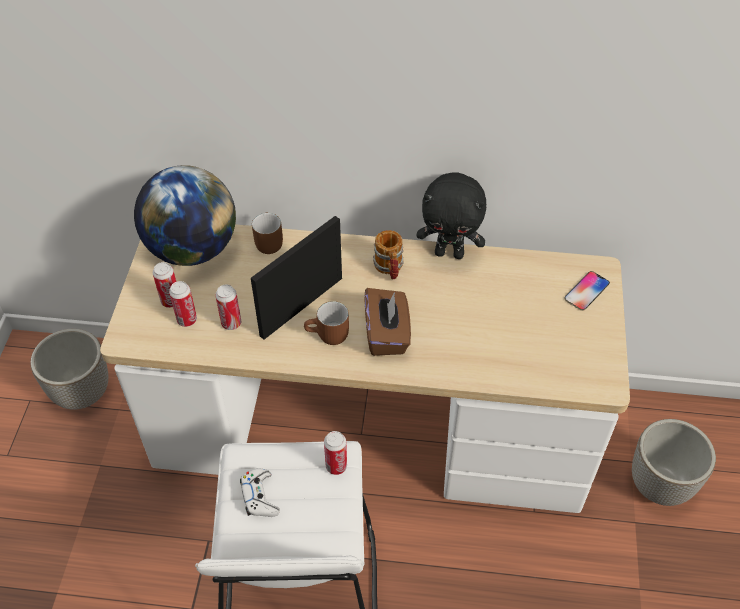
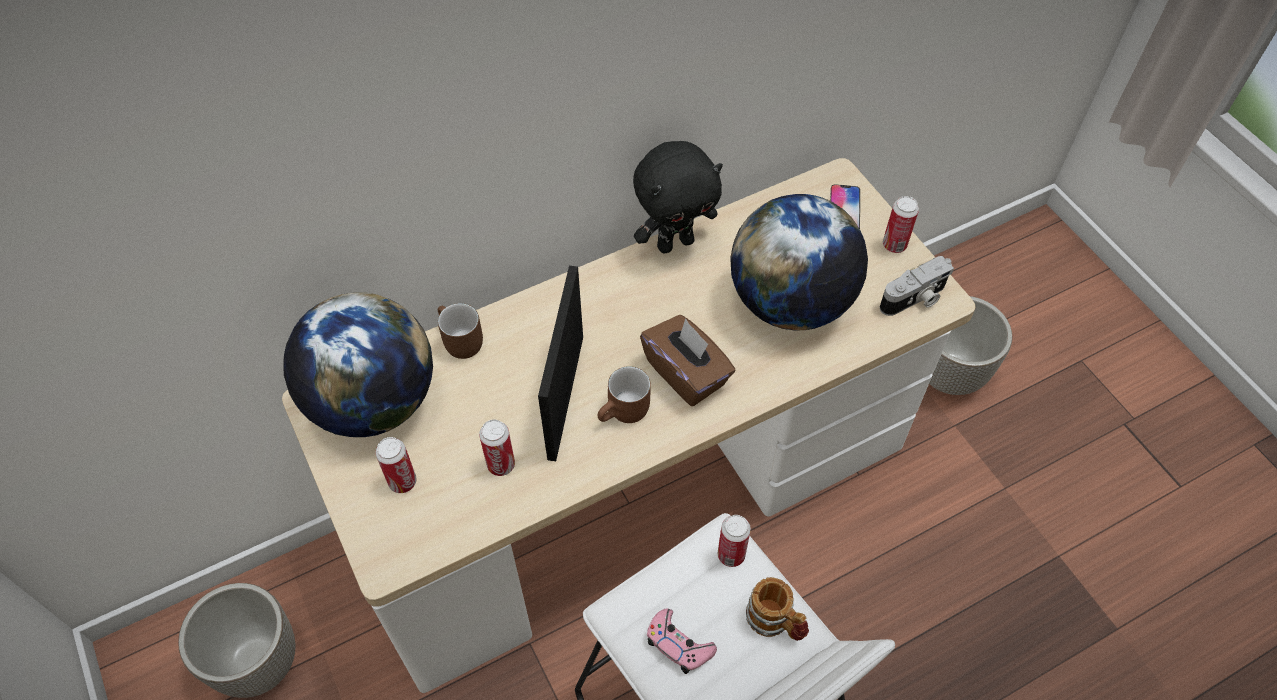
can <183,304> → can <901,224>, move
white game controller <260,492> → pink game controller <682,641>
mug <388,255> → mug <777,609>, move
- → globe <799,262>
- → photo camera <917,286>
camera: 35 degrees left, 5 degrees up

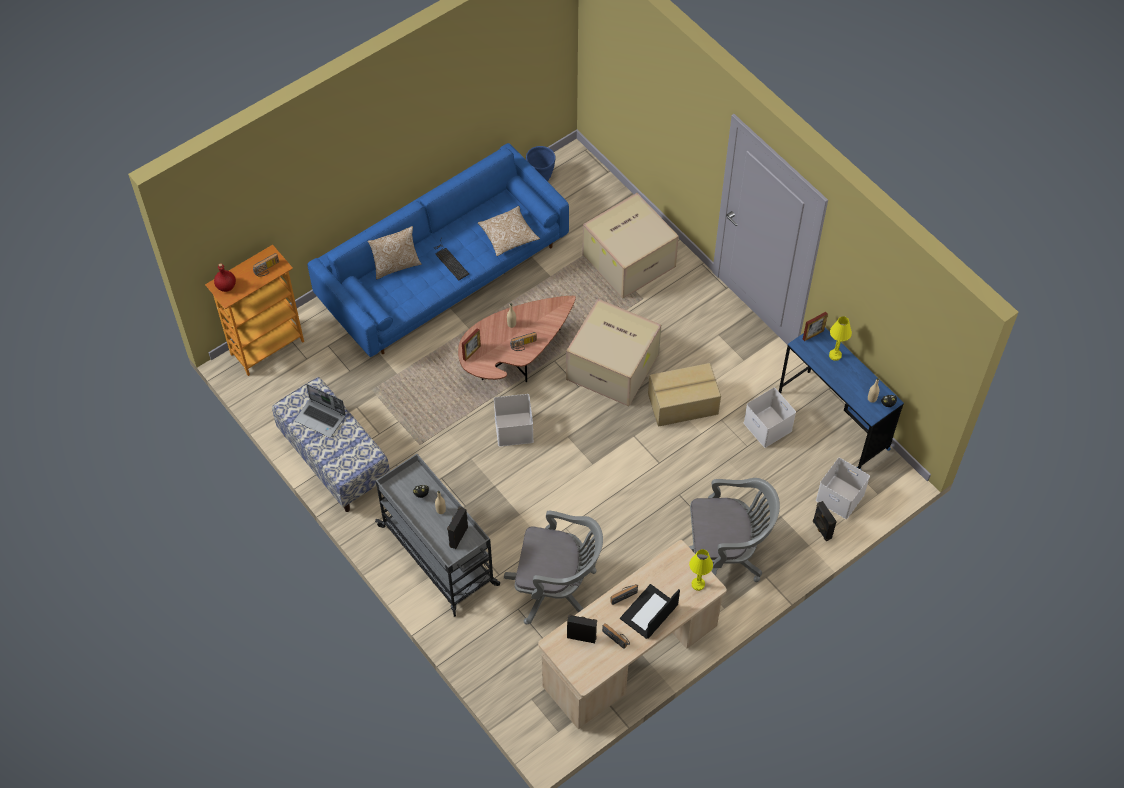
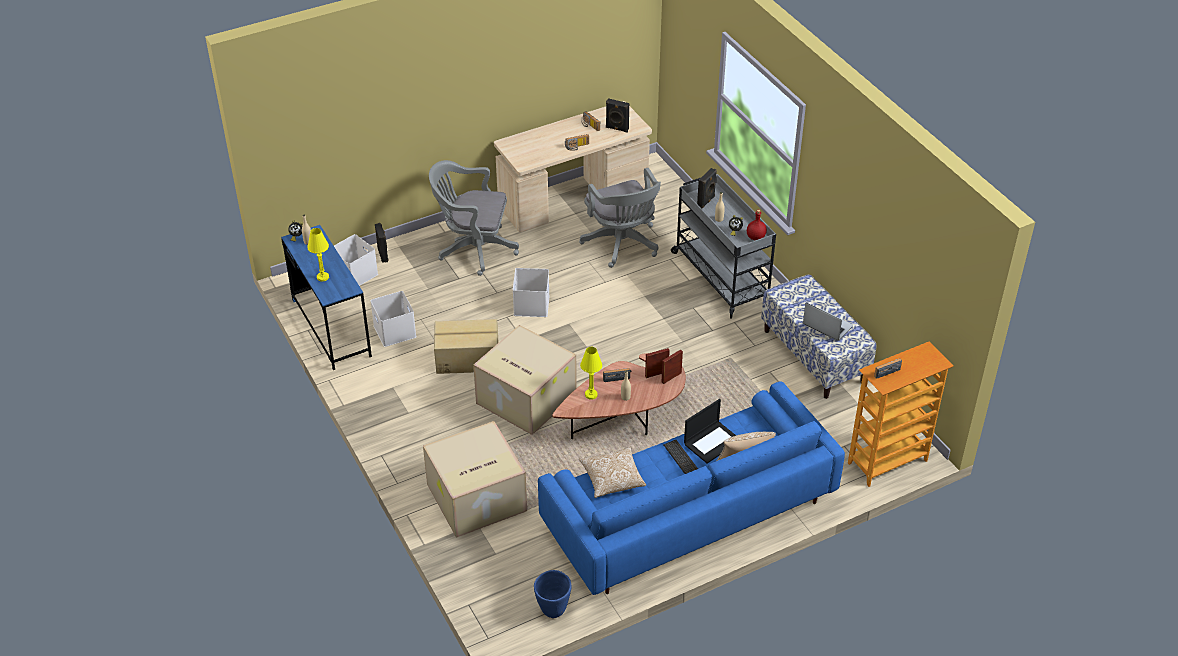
red bottle <225,277> → red bottle <757,225>, move
white storage box <514,420> → white storage box <531,292>, move
grey office chair <553,567> → grey office chair <620,218>, 135 degrees counterclockwise
laptop <650,611> → laptop <710,431>, move
yellow table lamp <701,570> → yellow table lamp <591,373>, move
picture frame <815,326> → picture frame <657,363>, move
camera: 170 degrees left, 15 degrees down

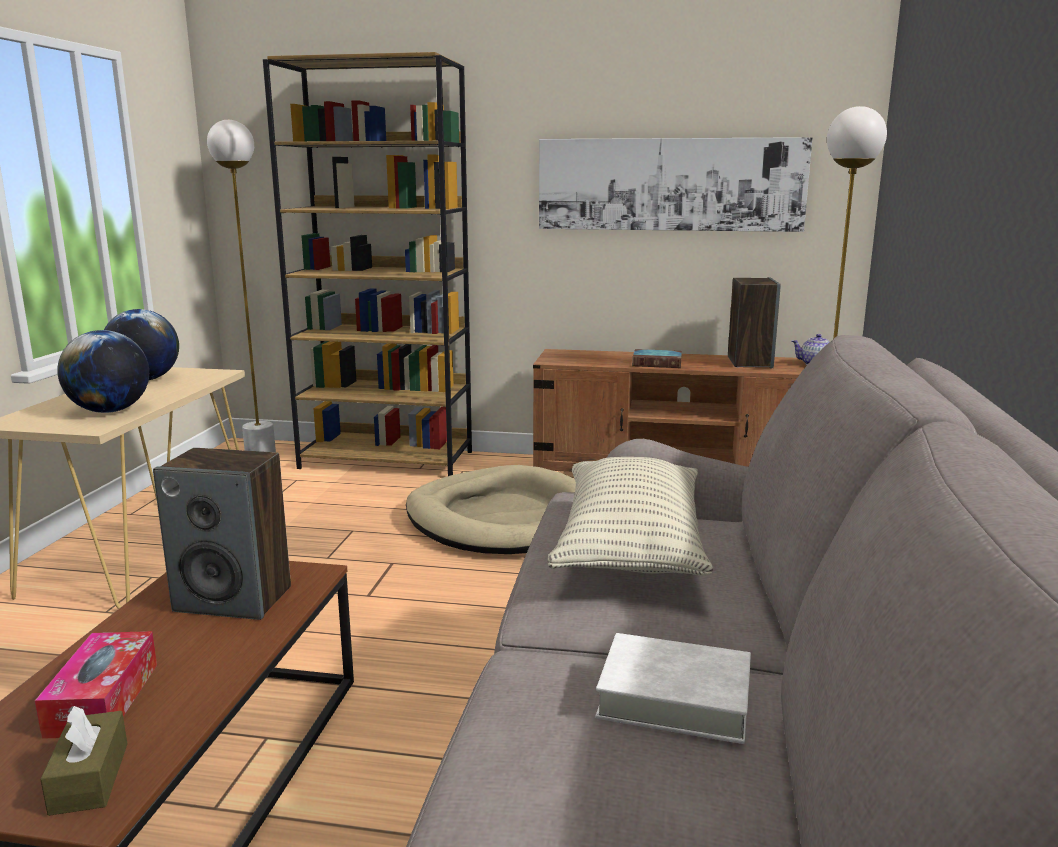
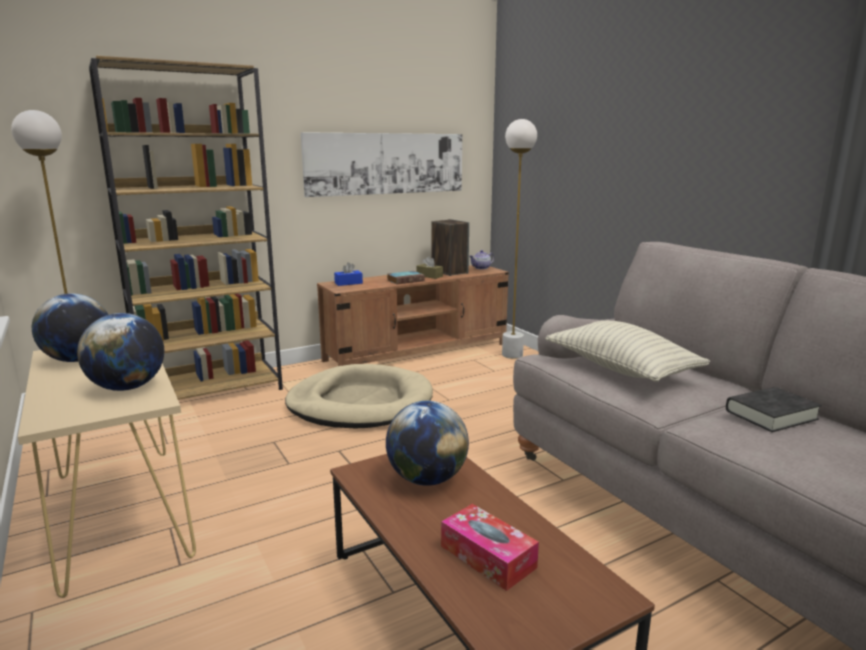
brown tissue box <83,761> → brown tissue box <430,267>, move
speaker <222,534> → globe <427,443>
white book <673,688> → black book <774,409>
- → blue tissue box <348,274>
camera: 40 degrees left, 0 degrees up

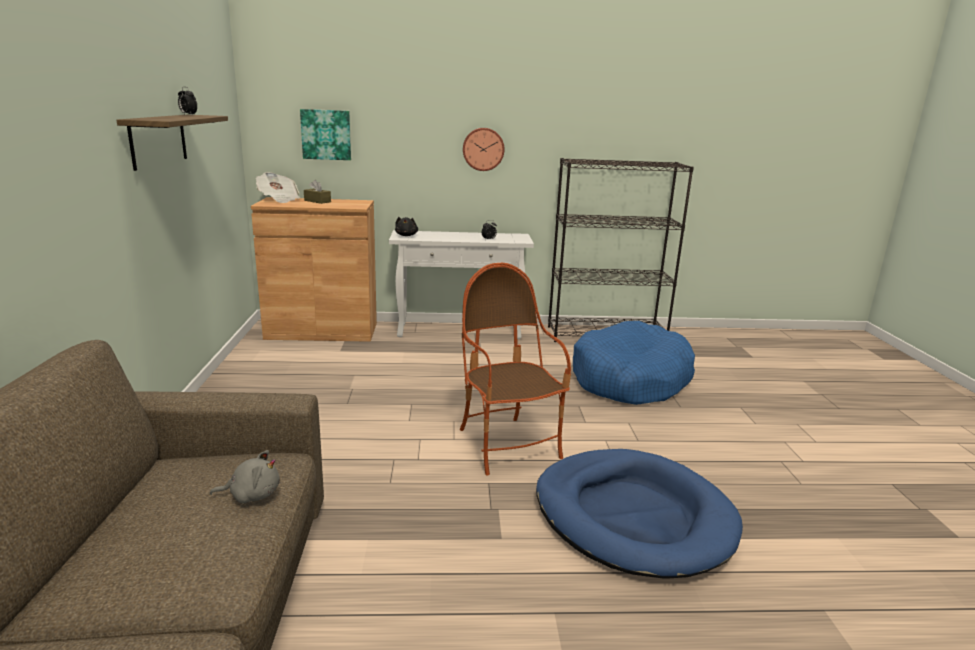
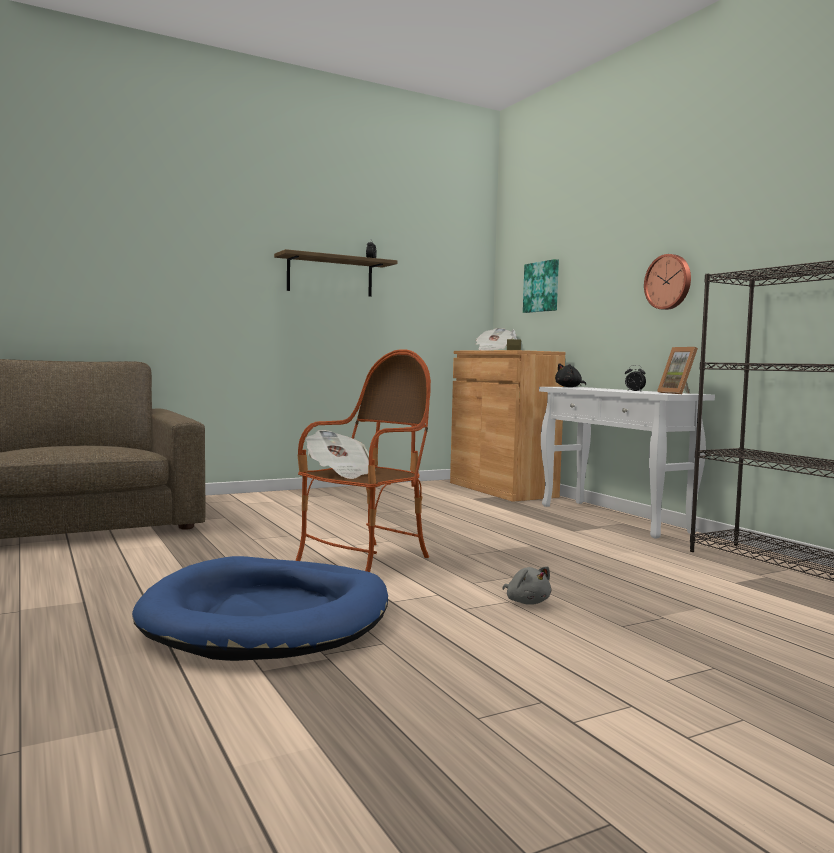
grey plush toy <245,476> → grey plush toy <526,585>, move
blue dog bed <634,363> → -
- → newspaper <337,454>
- → picture frame <677,370>
camera: 65 degrees right, 15 degrees down

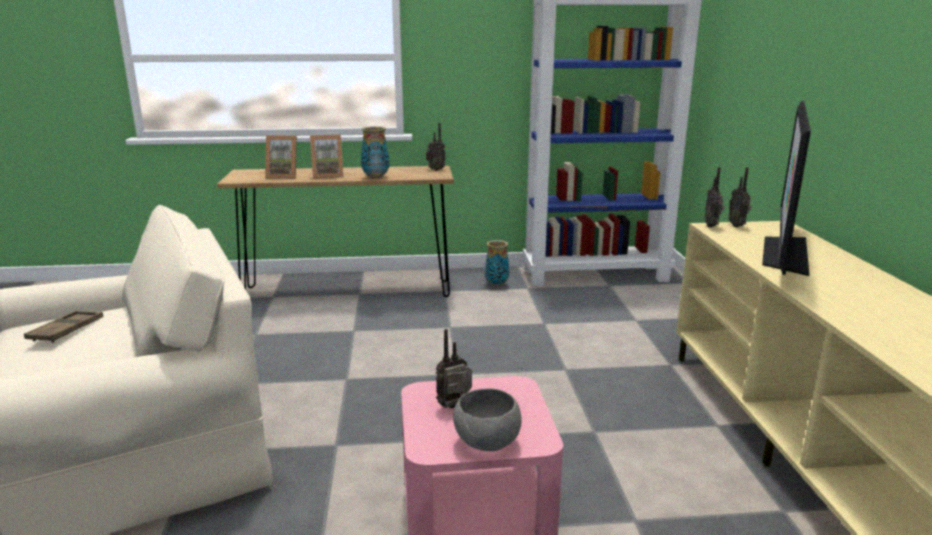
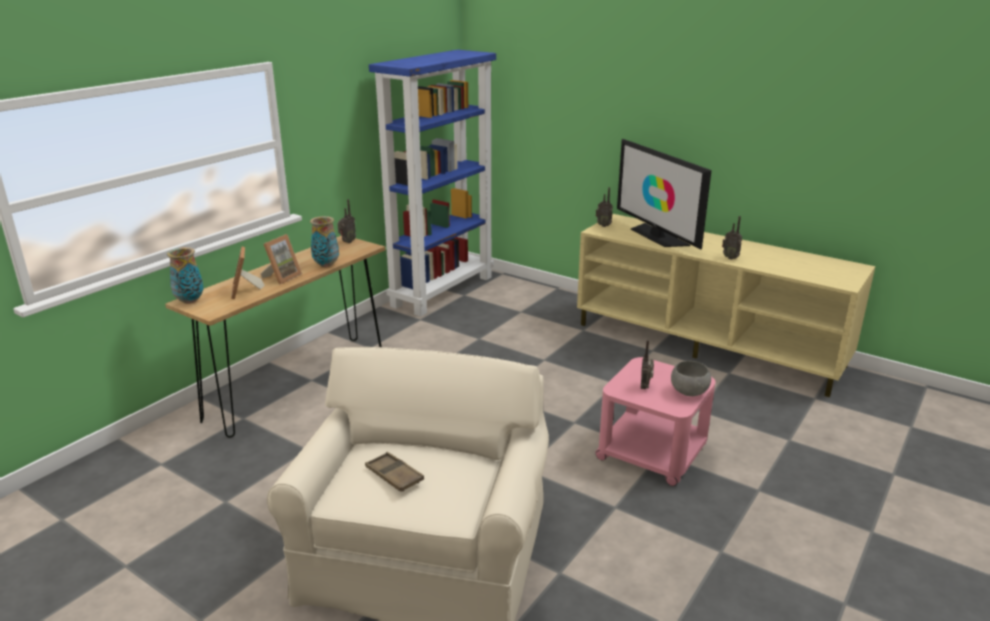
picture frame <281,157> → picture frame <248,272>, 120 degrees clockwise
vase <497,263> → vase <185,275>, move
radio <714,197> → radio <732,238>, move
camera: 50 degrees left, 5 degrees up

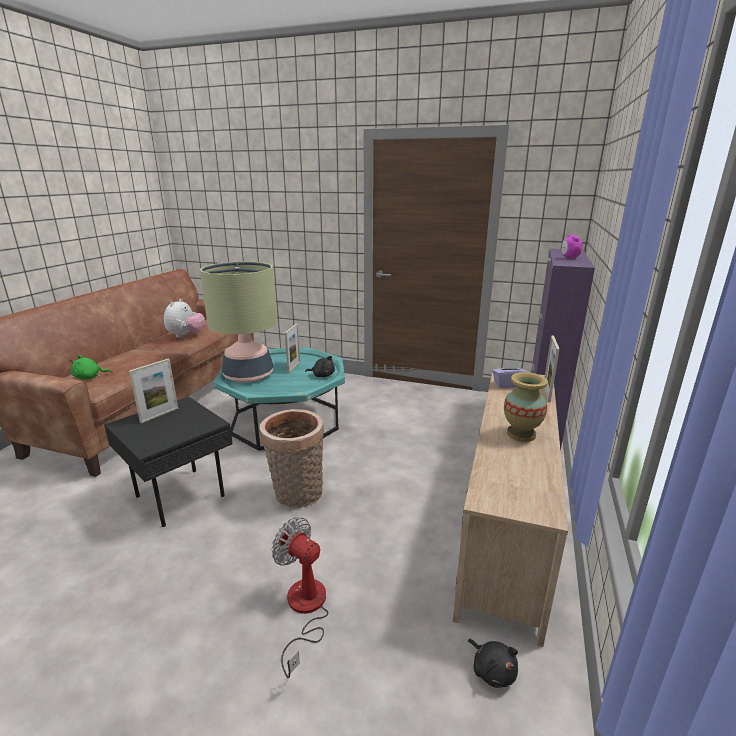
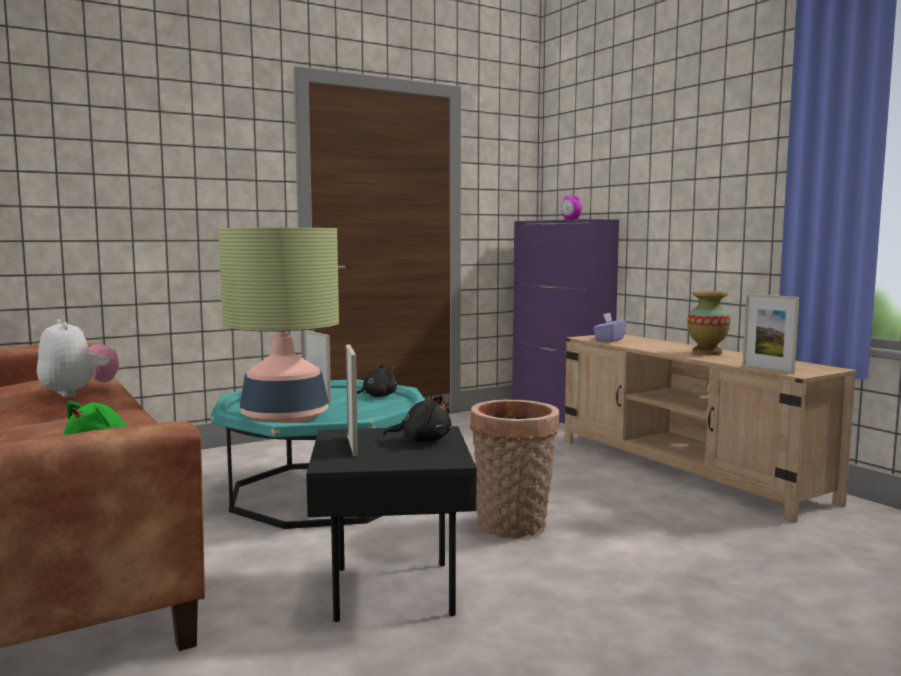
fan <300,597> → -
black plush toy <493,663> → black plush toy <417,419>, move
picture frame <552,368> → picture frame <770,334>, move
camera: 50 degrees left, 15 degrees down

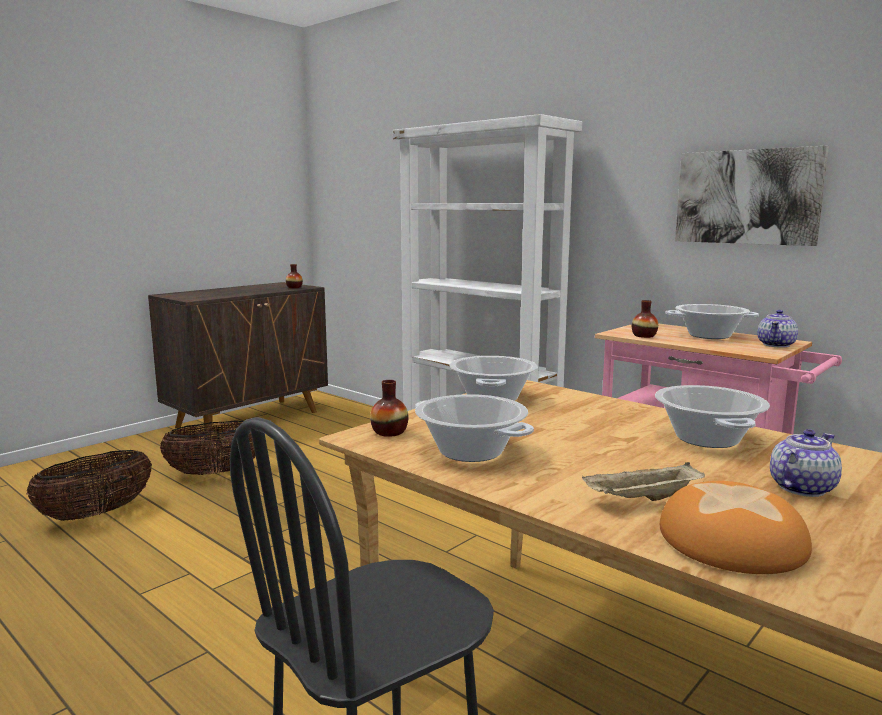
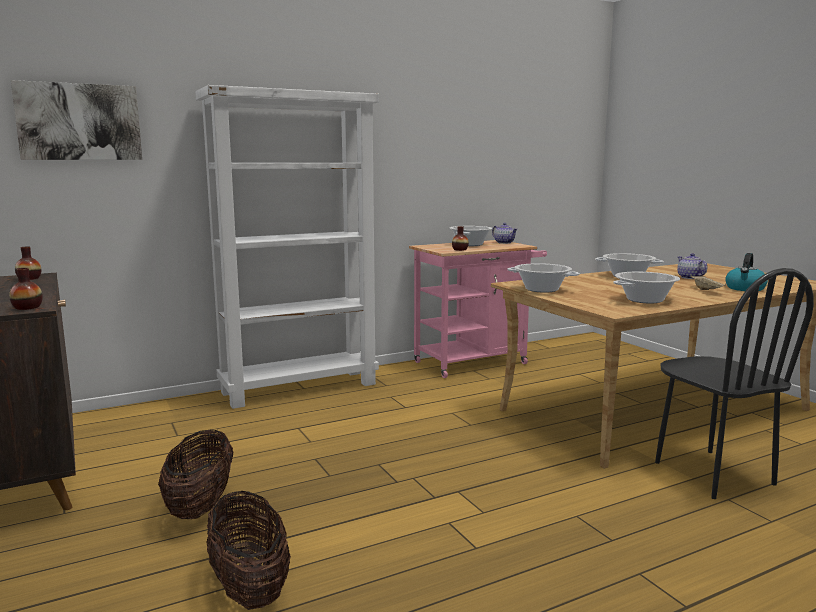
vase <389,408> → vase <26,289>, move
bread <736,527> → kettle <746,272>
picture <752,196> → picture <76,120>, move
camera: 70 degrees left, 0 degrees up

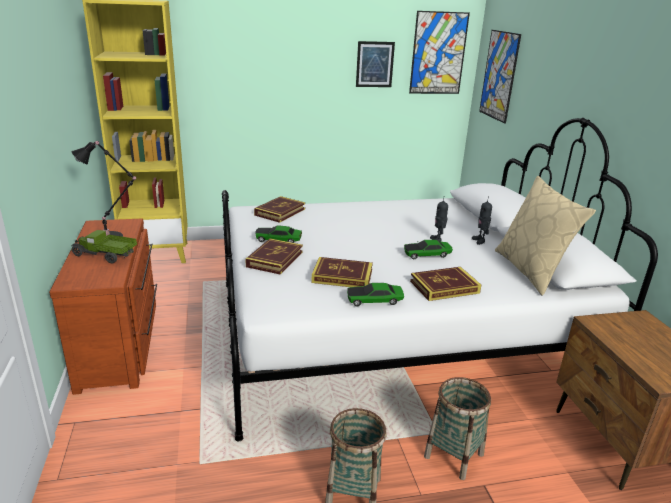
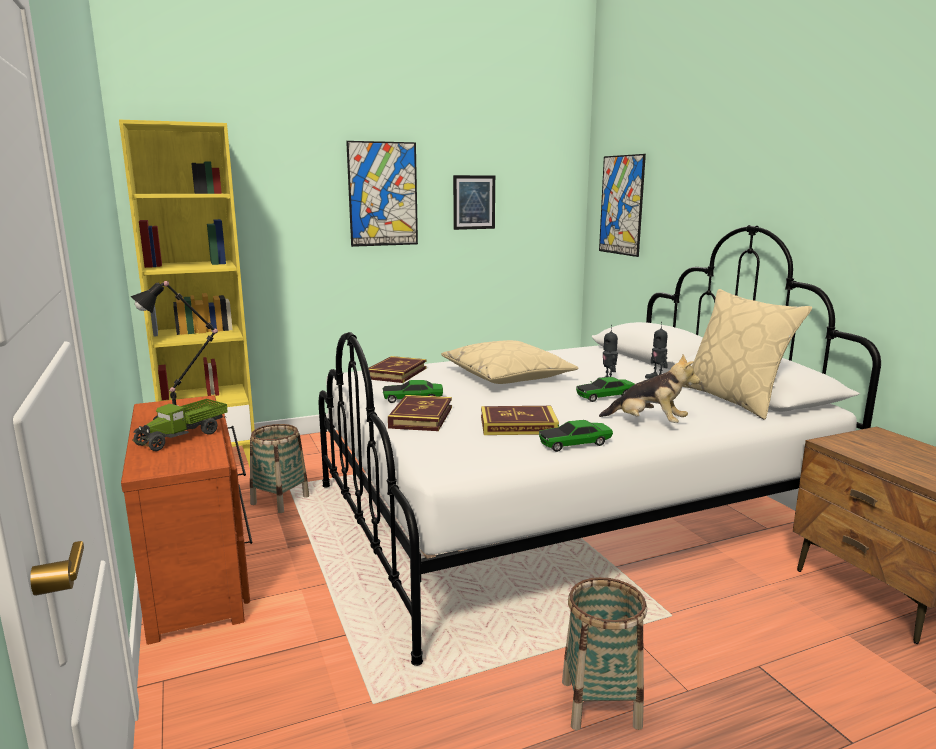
toy truck <104,247> → toy truck <180,425>, 60 degrees counterclockwise
picture <439,52> → picture <382,194>, move
book <445,284> → plush toy <649,388>
basket <457,428> → basket <279,468>, move
- → beige pillow <510,362>
camera: 10 degrees left, 10 degrees down

